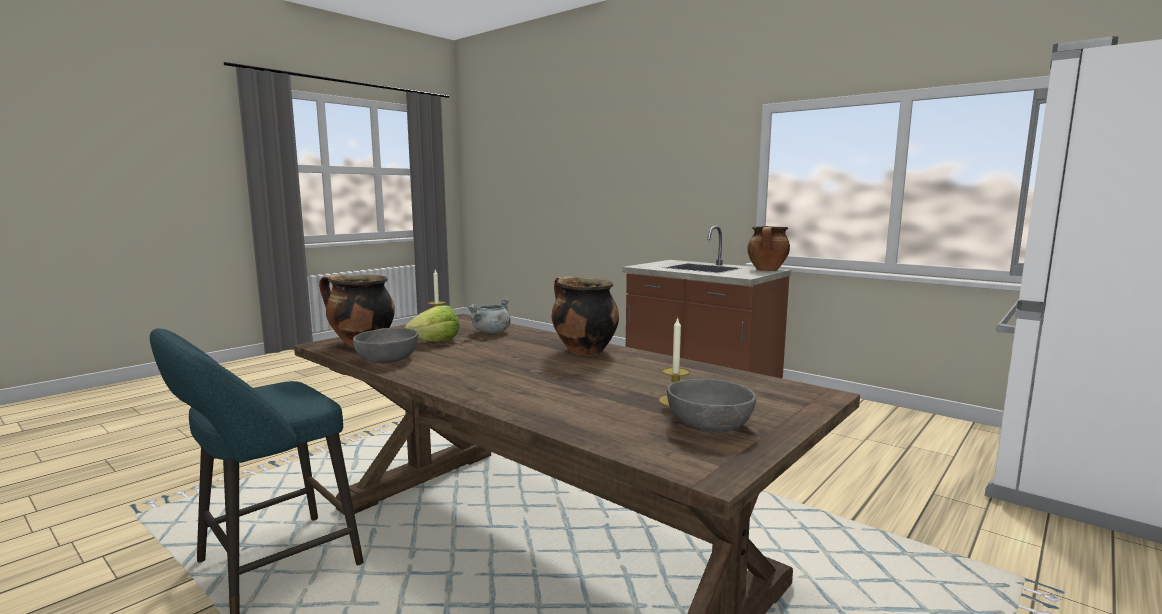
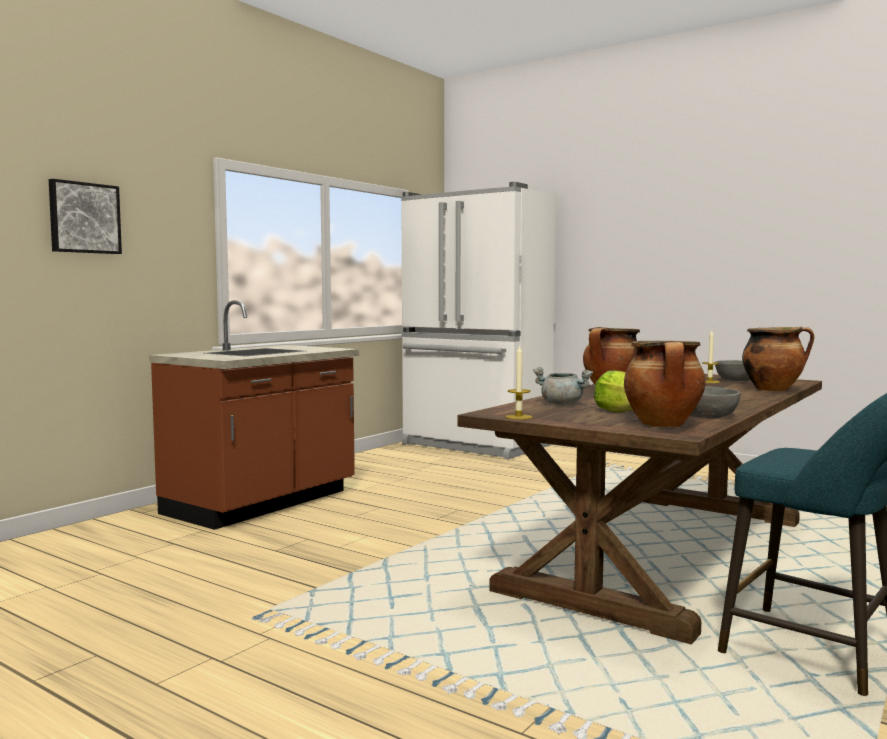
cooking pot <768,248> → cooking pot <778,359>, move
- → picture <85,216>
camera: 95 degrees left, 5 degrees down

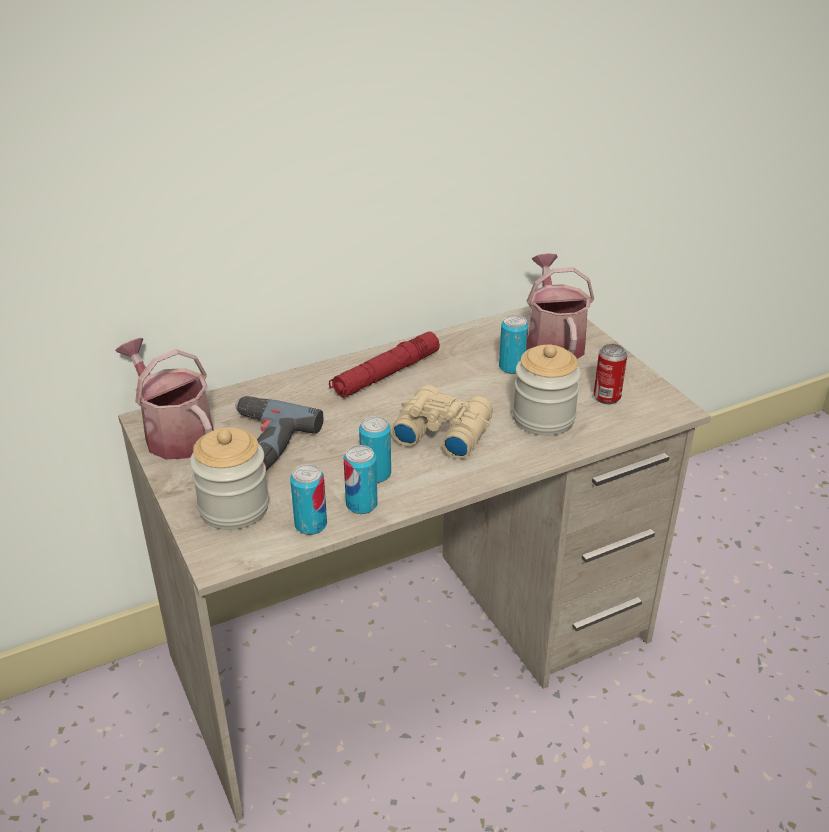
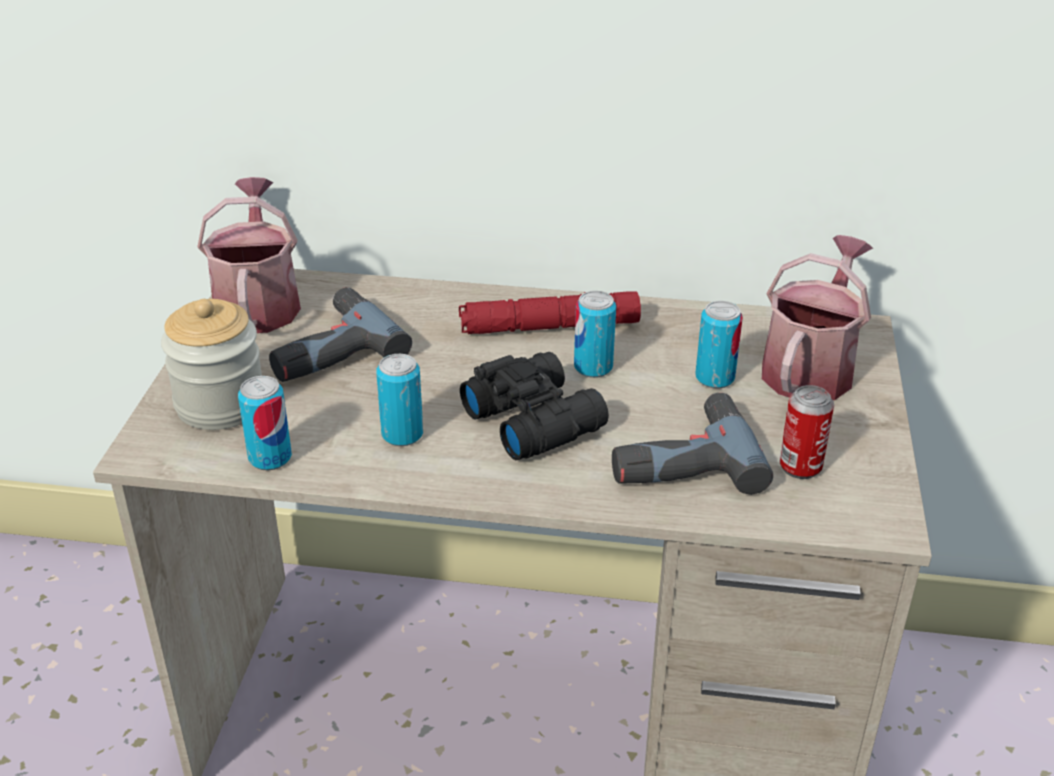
can <360,479> → can <595,334>, move
beige binoculars <442,422> → black binoculars <534,406>
jar <547,390> → power drill <692,444>
camera: 35 degrees right, 0 degrees up

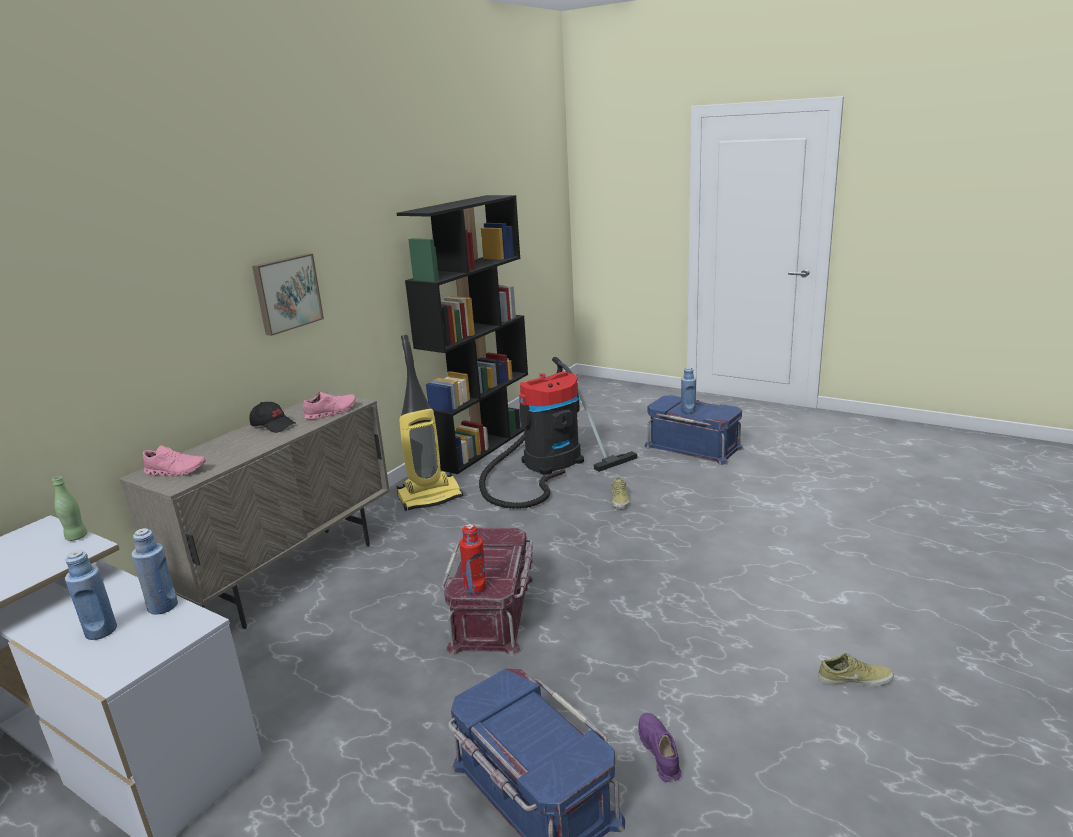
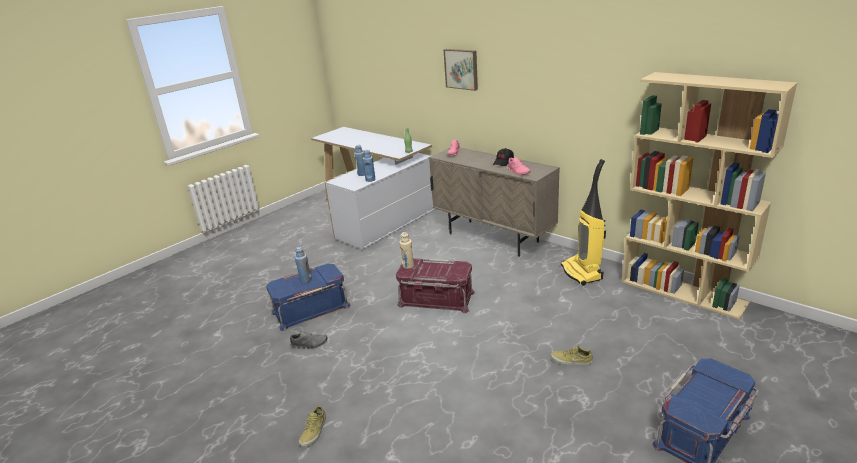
picture <288,294> → picture <461,70>, move
black bookcase <462,334> → beige bookcase <710,195>
red bottle <473,559> → beige bottle <407,250>
vacuum cleaner <558,433> → -
purple shoe <659,747> → grey shoe <308,340>
blue bottle <688,390> → blue bottle <303,265>, move
camera: 100 degrees right, 5 degrees up

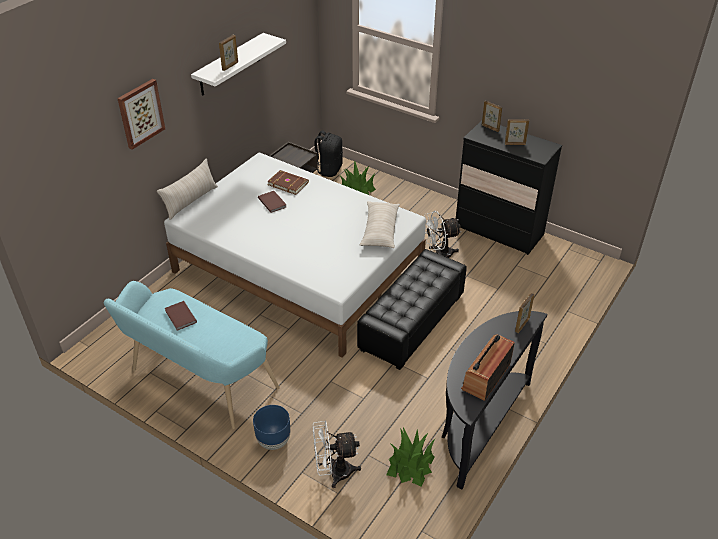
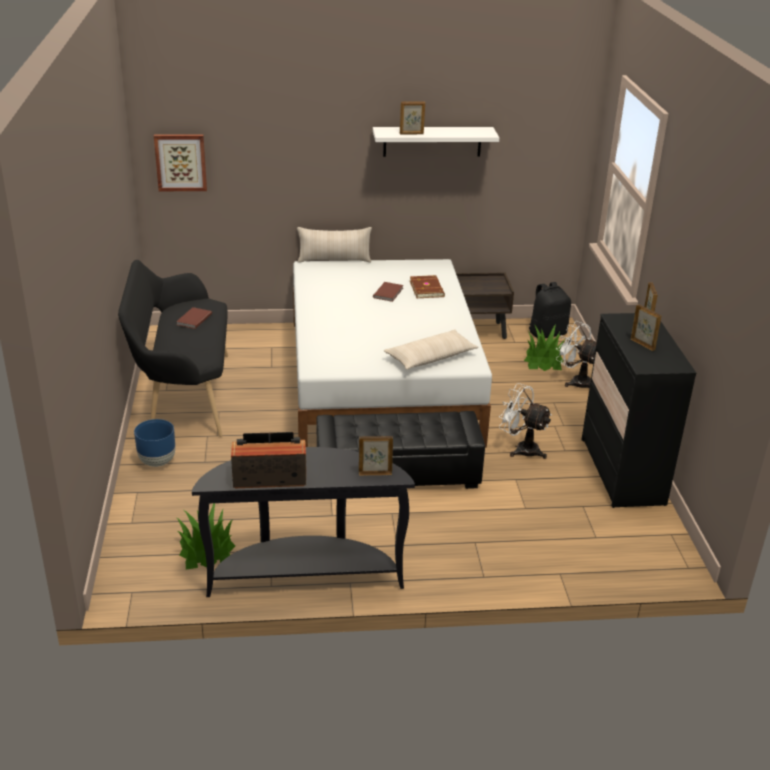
turquoise bench <192,355> → black bench <173,348>
picture <141,114> → picture <180,162>, move
white fan <337,454> → white fan <576,354>, move
camera: 50 degrees right, 10 degrees down

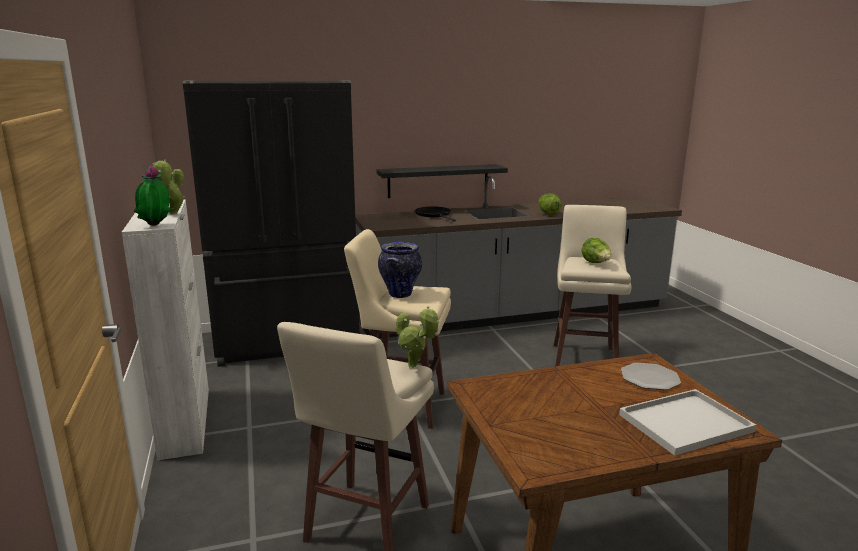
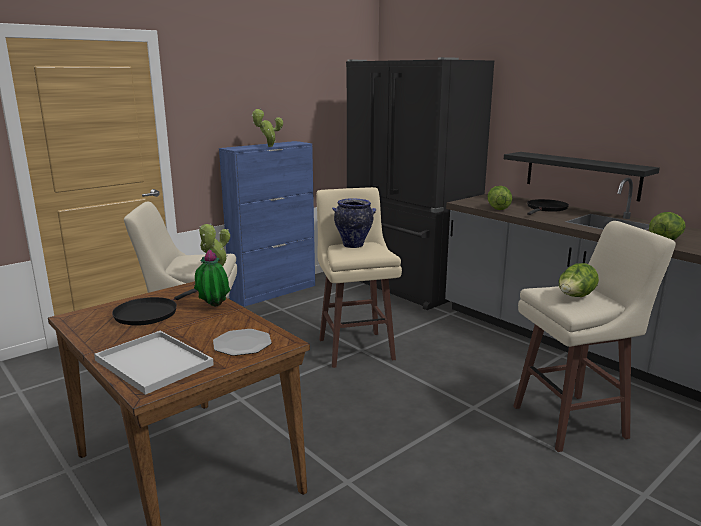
white cabinet <165,330> → blue cabinet <267,224>
potted plant <152,196> → potted plant <212,278>, move
- → black frying pan <154,307>
- → lettuce <499,198>
camera: 65 degrees right, 0 degrees up

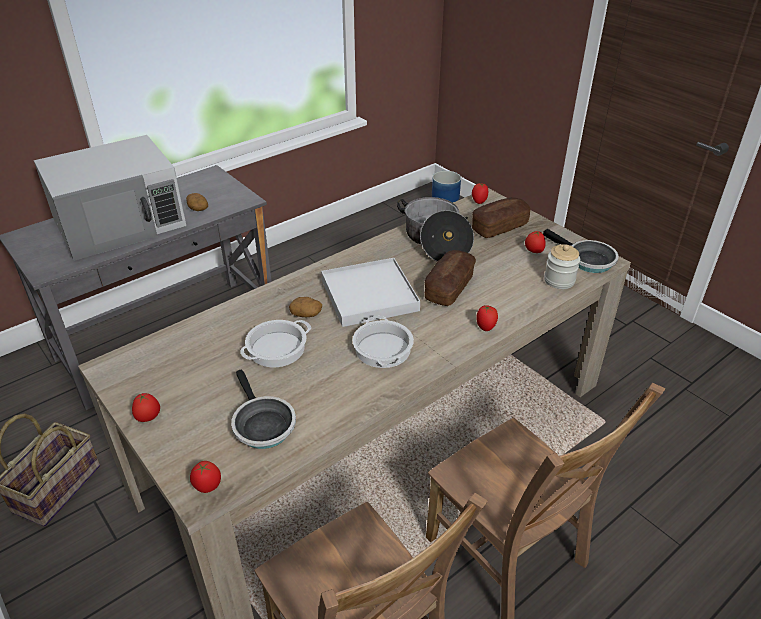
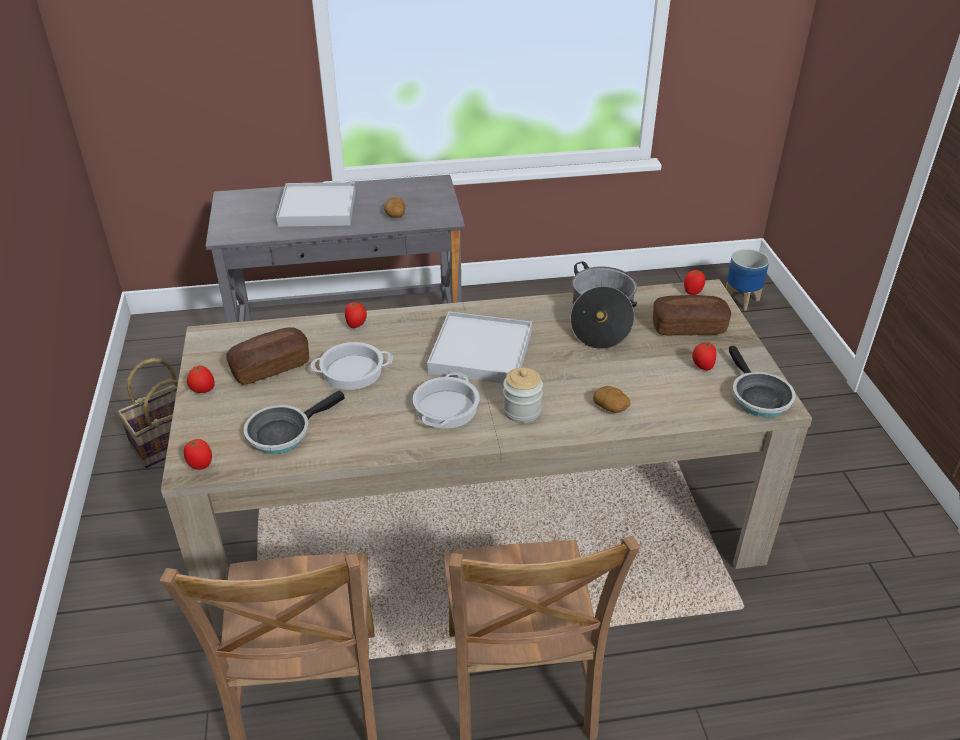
white microwave <110,198> → white tray <316,204>
frying pan <263,409> → frying pan <294,422>, 45 degrees clockwise
potato <305,307> → potato <612,399>, move
bread <450,278> → bread <267,356>, move
tomato <487,318> → tomato <356,315>, move
jar <562,266> → jar <523,395>, move
camera: 30 degrees right, 0 degrees up

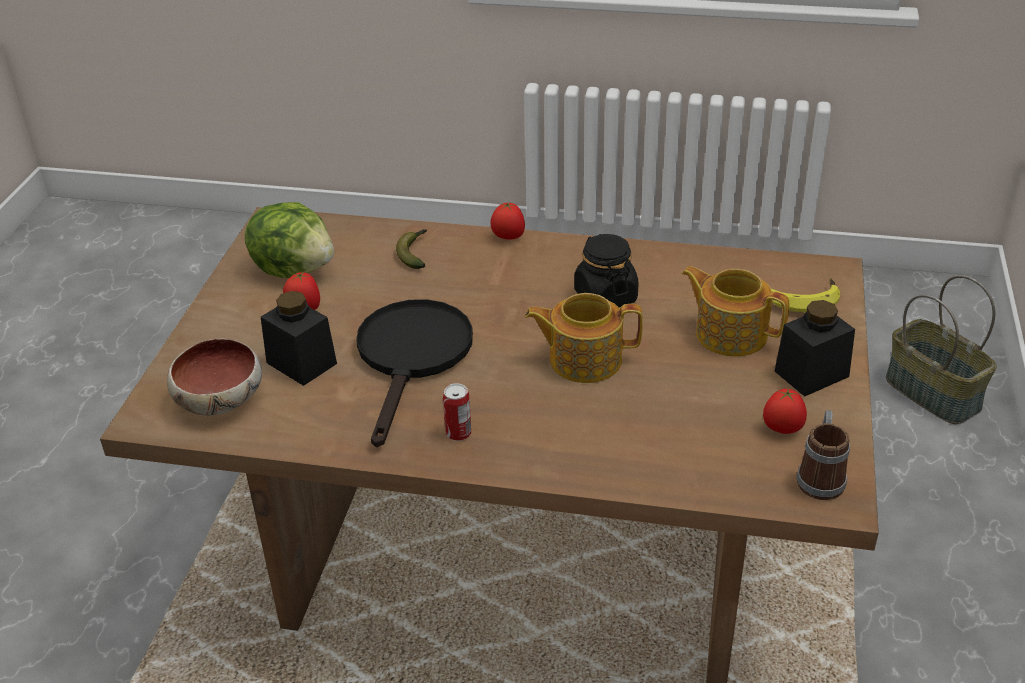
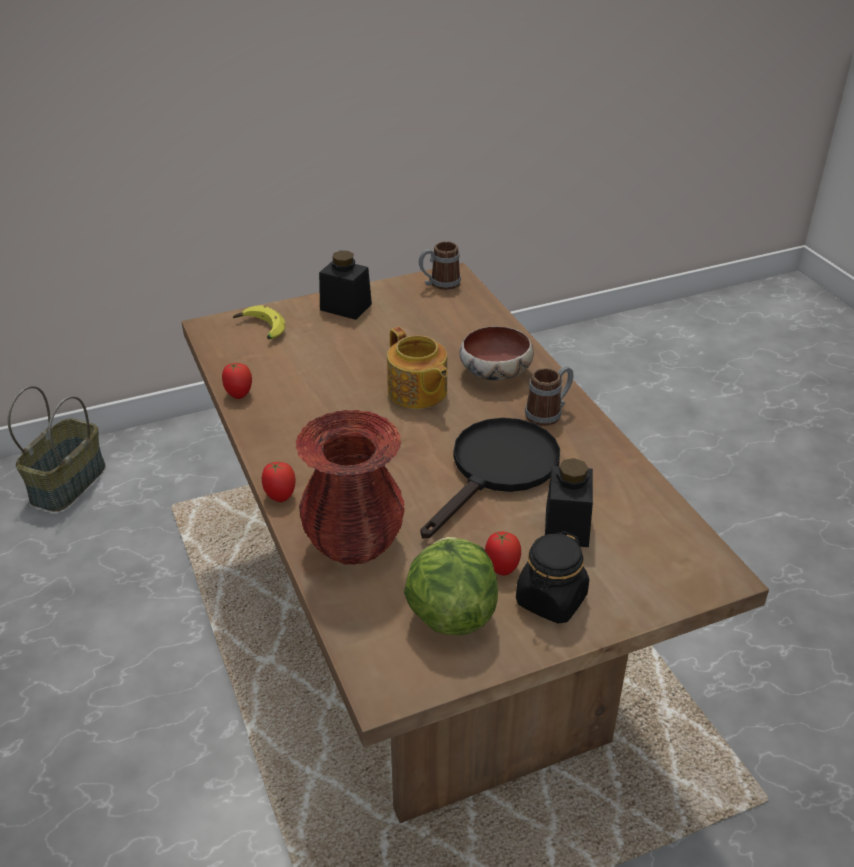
bowl <214,377> → bowl <496,353>, move
black frying pan <414,373> → black frying pan <490,478>, 150 degrees clockwise
banana <411,249> → red vase <350,487>
can <457,412> → mug <549,396>
black jar <606,270> → black jar <552,577>, move
teapot <735,311> → -
tomato <785,411> → tomato <237,381>, move
camera: 125 degrees left, 0 degrees up

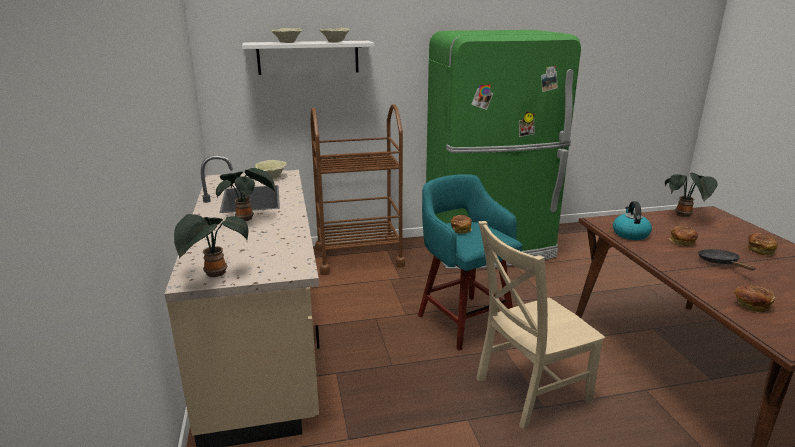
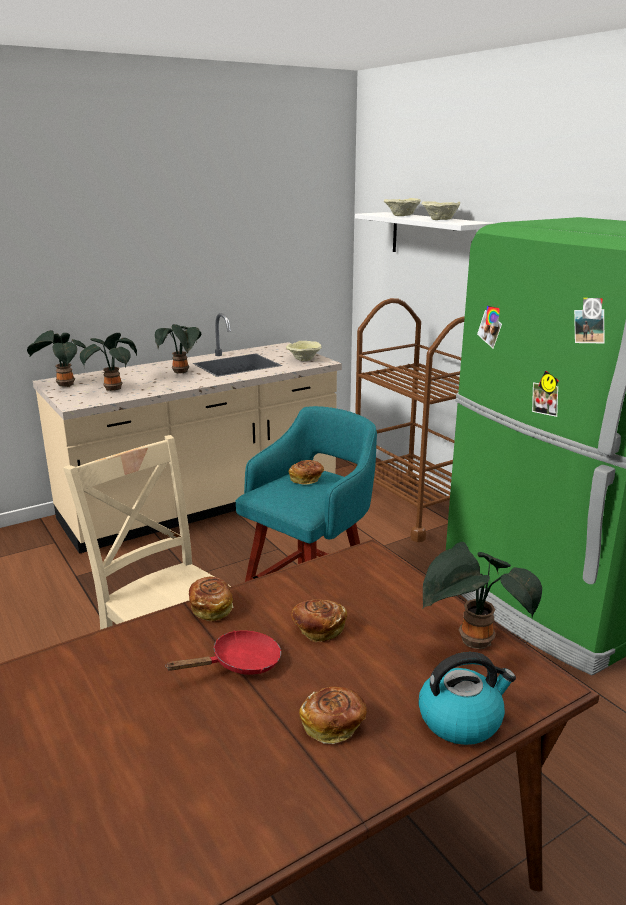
kettle <632,220> → kettle <467,698>, move
black frying pan <727,259> → red frying pan <223,652>
bread <754,298> → bread <211,599>, move
- → potted plant <108,362>
camera: 70 degrees right, 0 degrees up

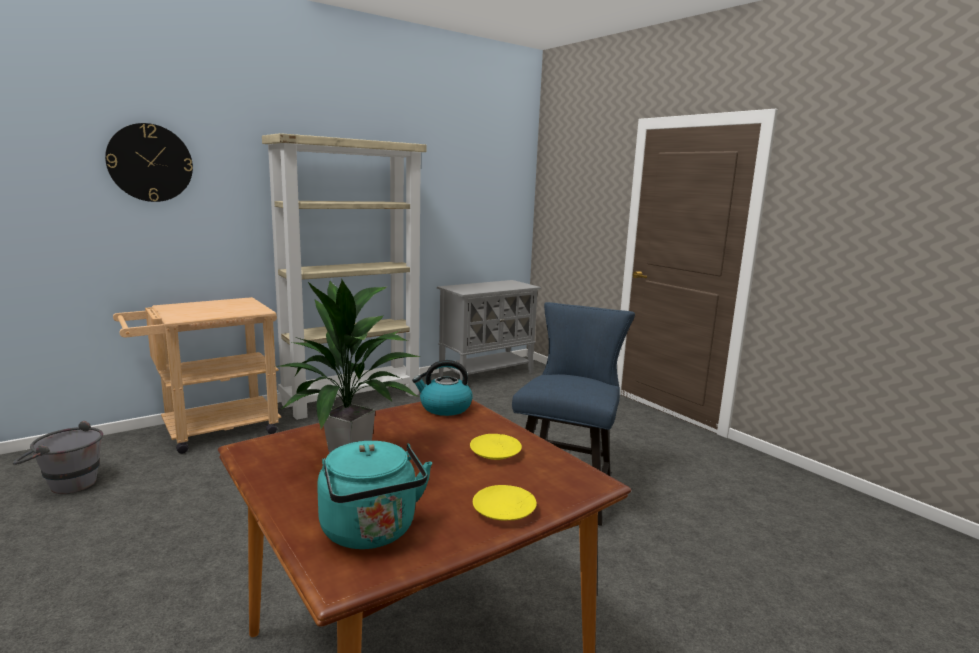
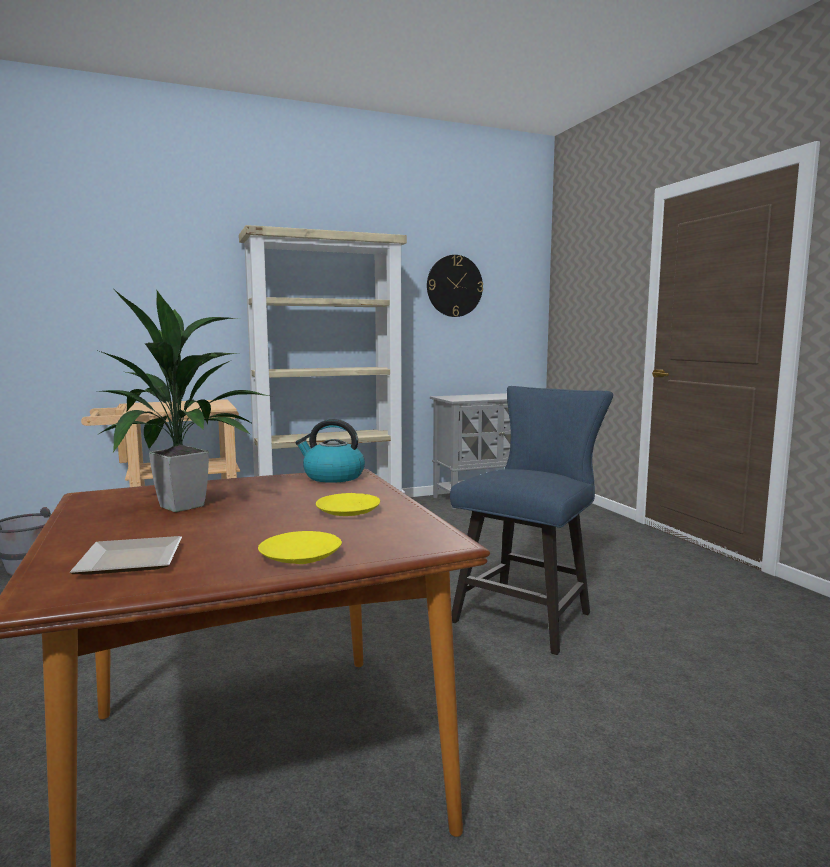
wall clock <149,162> → wall clock <455,286>, move
turquoise kettle <374,495> → plate <126,555>
camera: 15 degrees right, 5 degrees down

